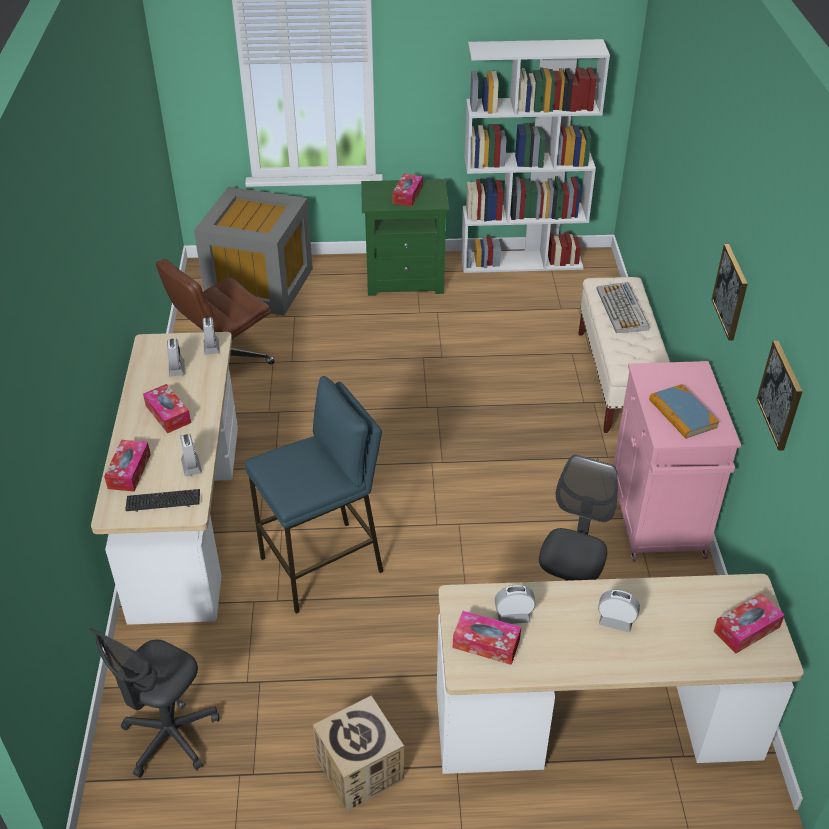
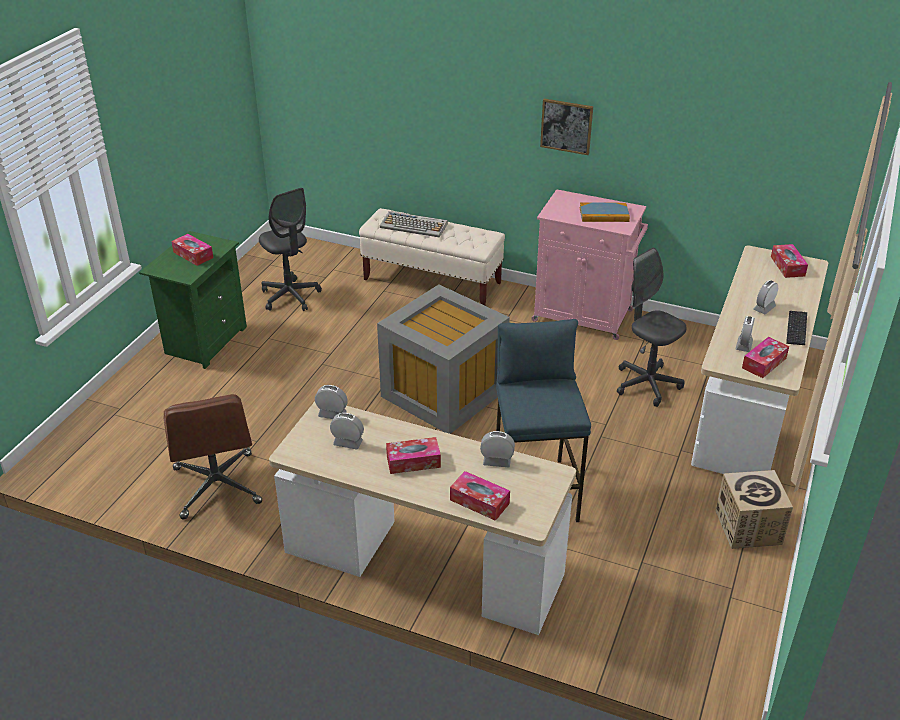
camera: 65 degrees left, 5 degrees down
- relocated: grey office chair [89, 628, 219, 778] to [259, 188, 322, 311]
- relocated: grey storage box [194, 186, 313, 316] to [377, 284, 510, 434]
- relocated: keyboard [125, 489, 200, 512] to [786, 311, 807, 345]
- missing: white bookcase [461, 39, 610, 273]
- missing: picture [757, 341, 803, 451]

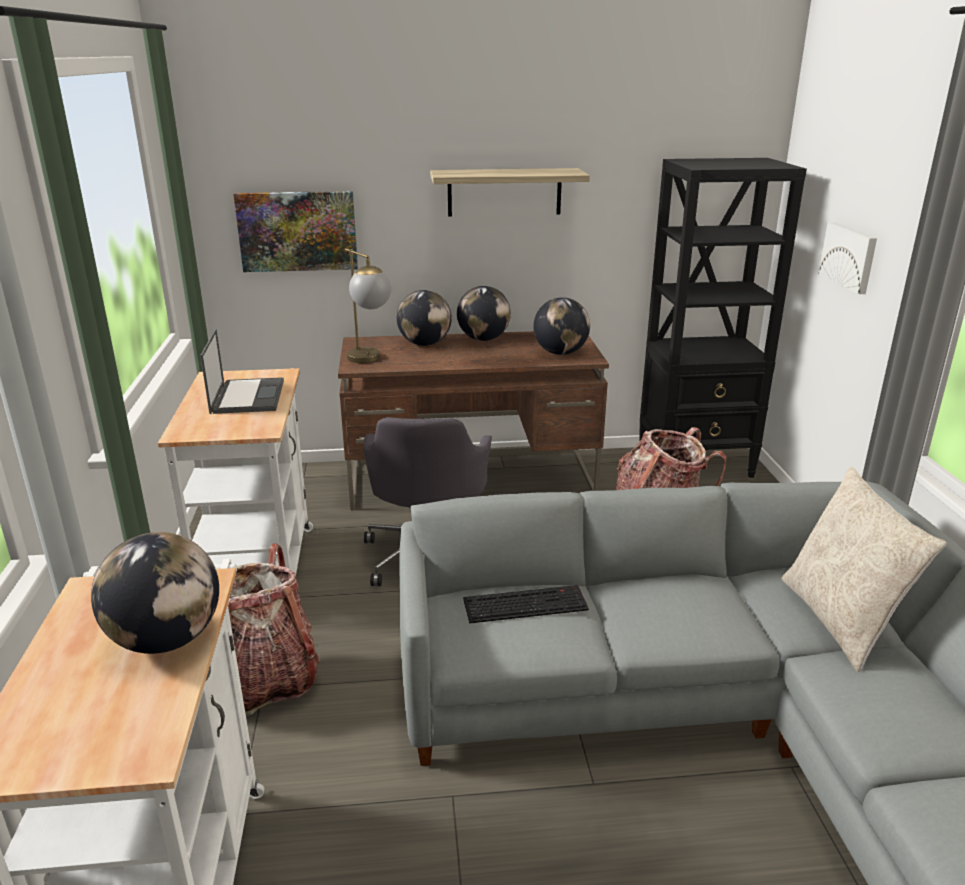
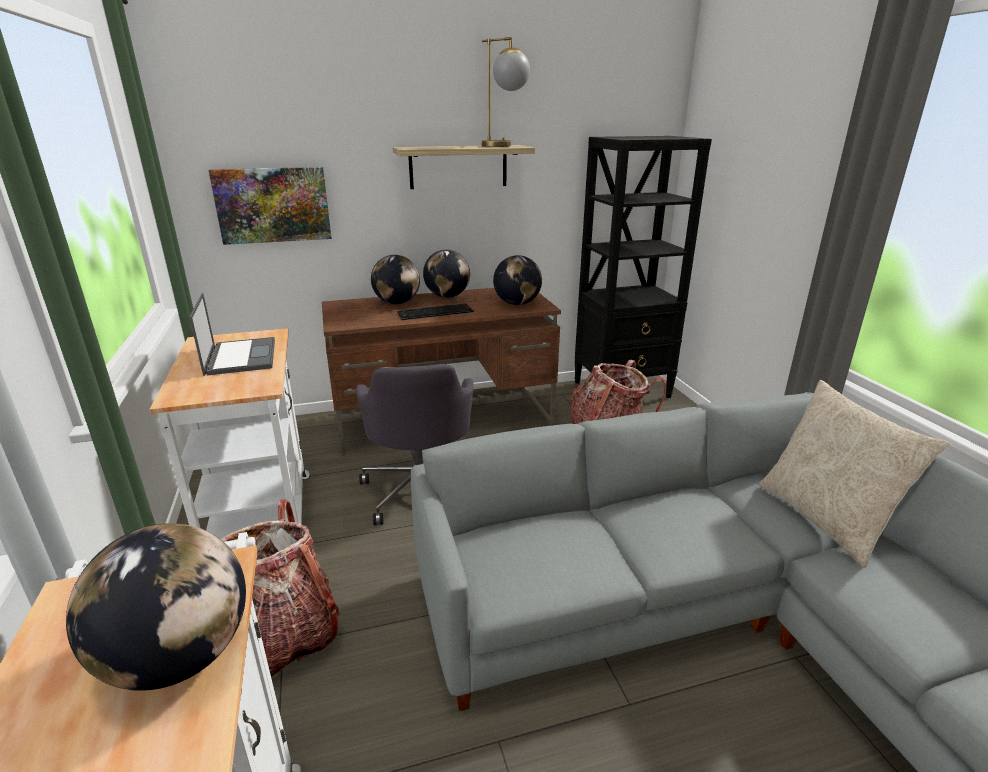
camera: 10 degrees left, 0 degrees up
- relocated: keyboard [463, 585, 589, 624] to [397, 303, 474, 320]
- relocated: table lamp [345, 248, 391, 363] to [482, 37, 530, 147]
- missing: picture [819, 222, 877, 294]

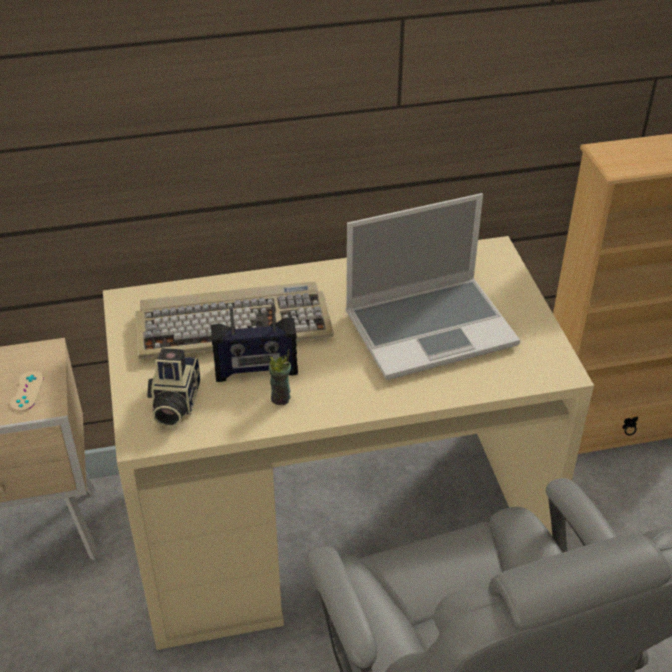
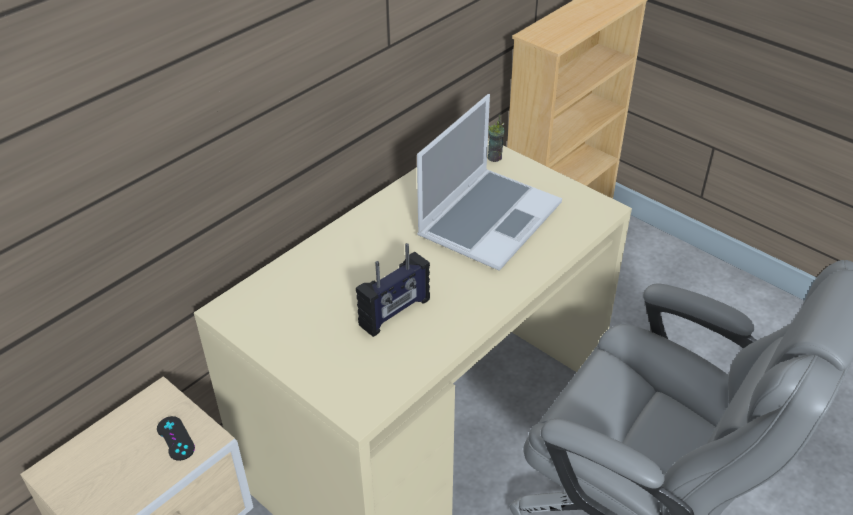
camera: 35 degrees left, 0 degrees up
- colour: beige game controller [10, 371, 44, 412] to black game controller [157, 416, 195, 461]
- relocated: cup [269, 349, 291, 405] to [488, 115, 505, 162]
- missing: keyboard [135, 282, 334, 359]
- missing: photo camera [147, 348, 200, 427]

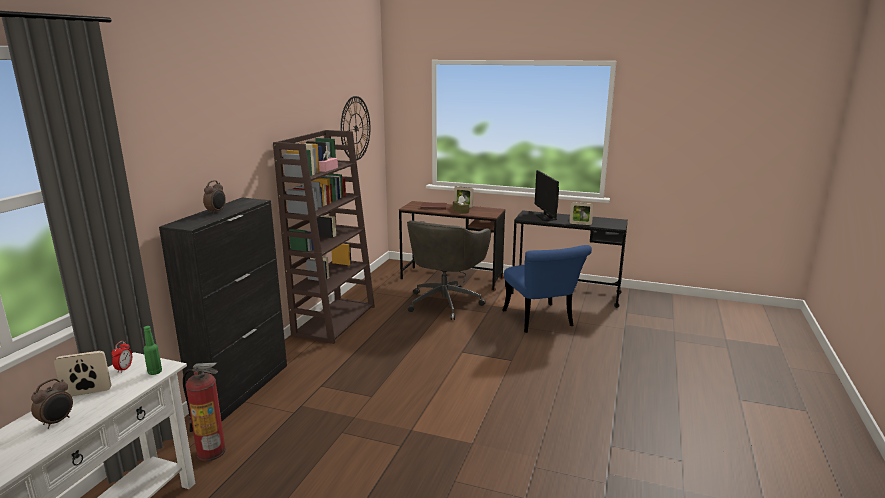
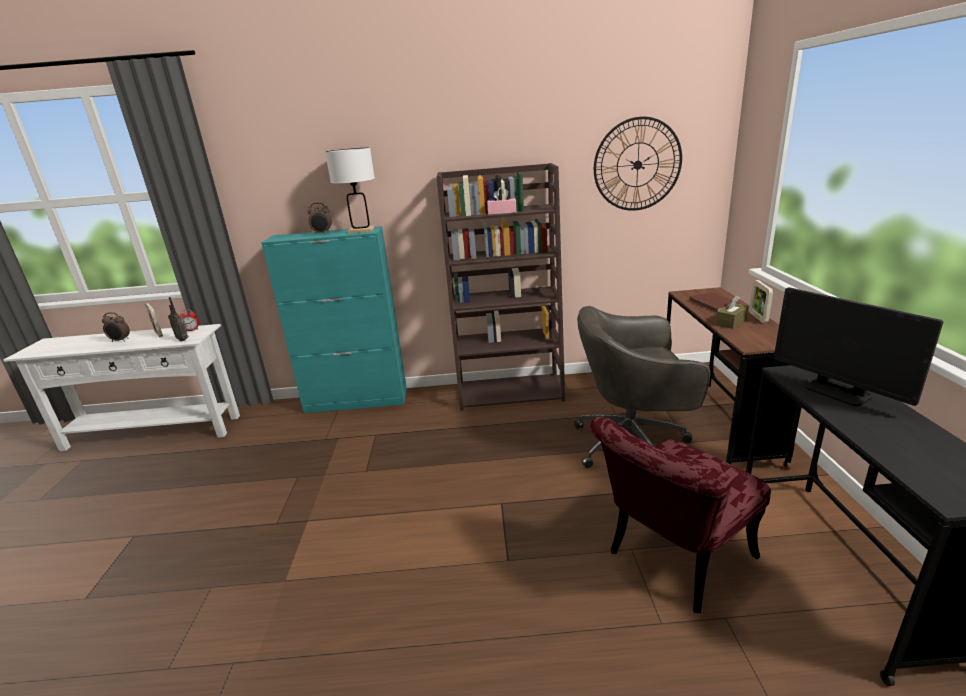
camera: 70 degrees right, 5 degrees up
- exchanged: green bottle [143, 326, 162, 375] to radio [168, 297, 189, 342]
- colour: black cabinet [159, 198, 287, 421] to turquoise cabinet [261, 226, 407, 413]
- appeared: white table lamp [325, 147, 375, 234]
- colour: blue chair [502, 245, 592, 333] to red chair [590, 417, 771, 613]
- spun: monitor [535, 170, 559, 221] = [774, 287, 943, 406] 90 degrees counterclockwise
- missing: fire extinguisher [183, 363, 226, 461]
- missing: picture frame [569, 202, 594, 225]

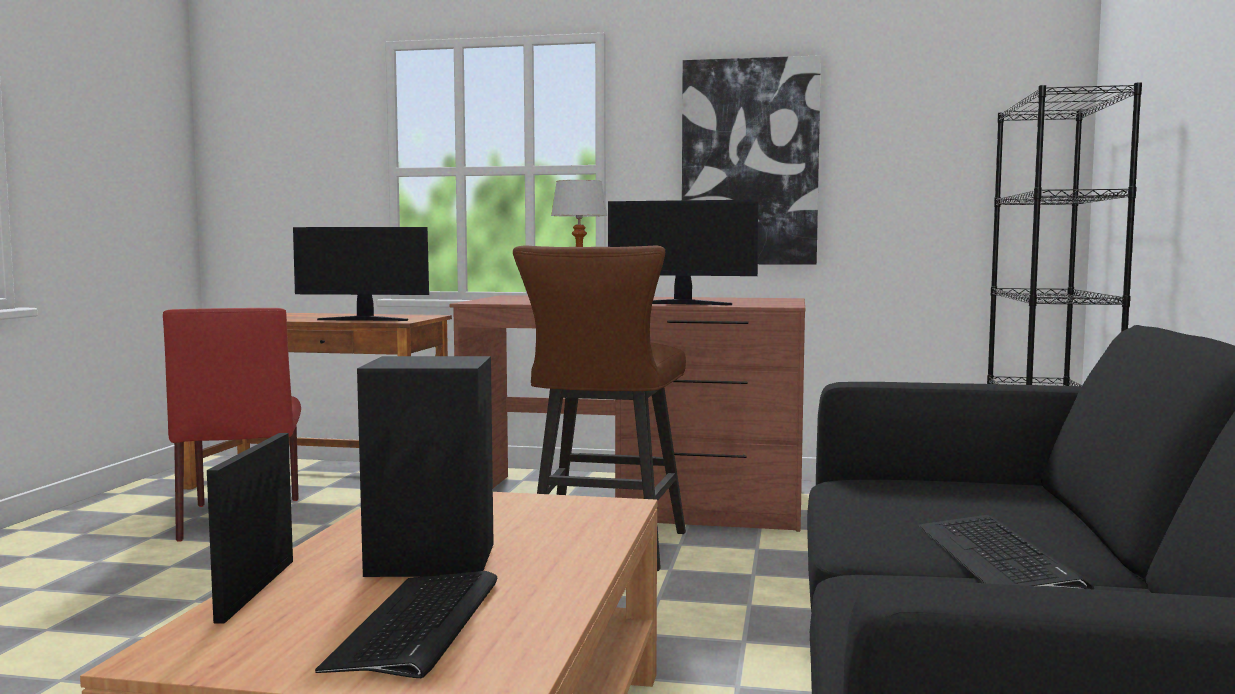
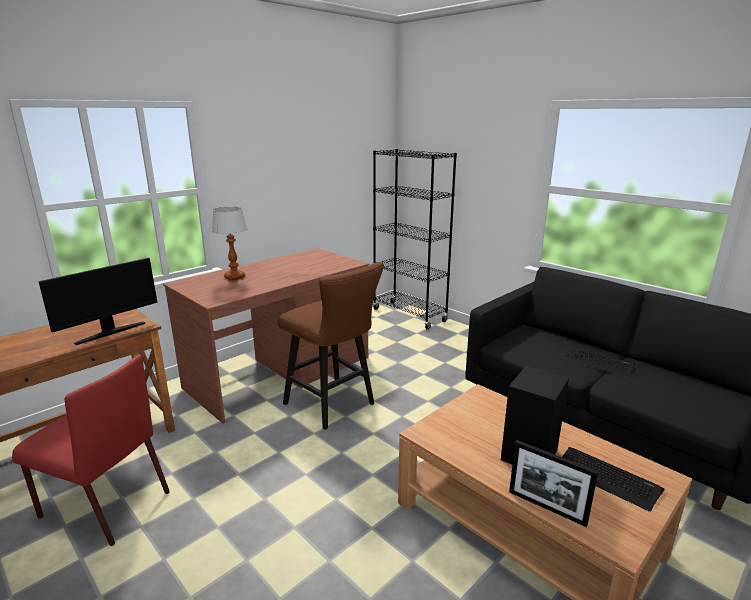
camera: 55 degrees left, 15 degrees up
- missing: monitor [608, 199, 758, 305]
- missing: picture [682, 55, 821, 265]

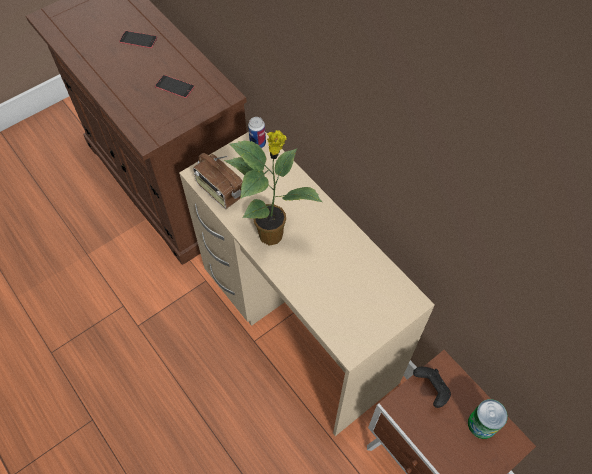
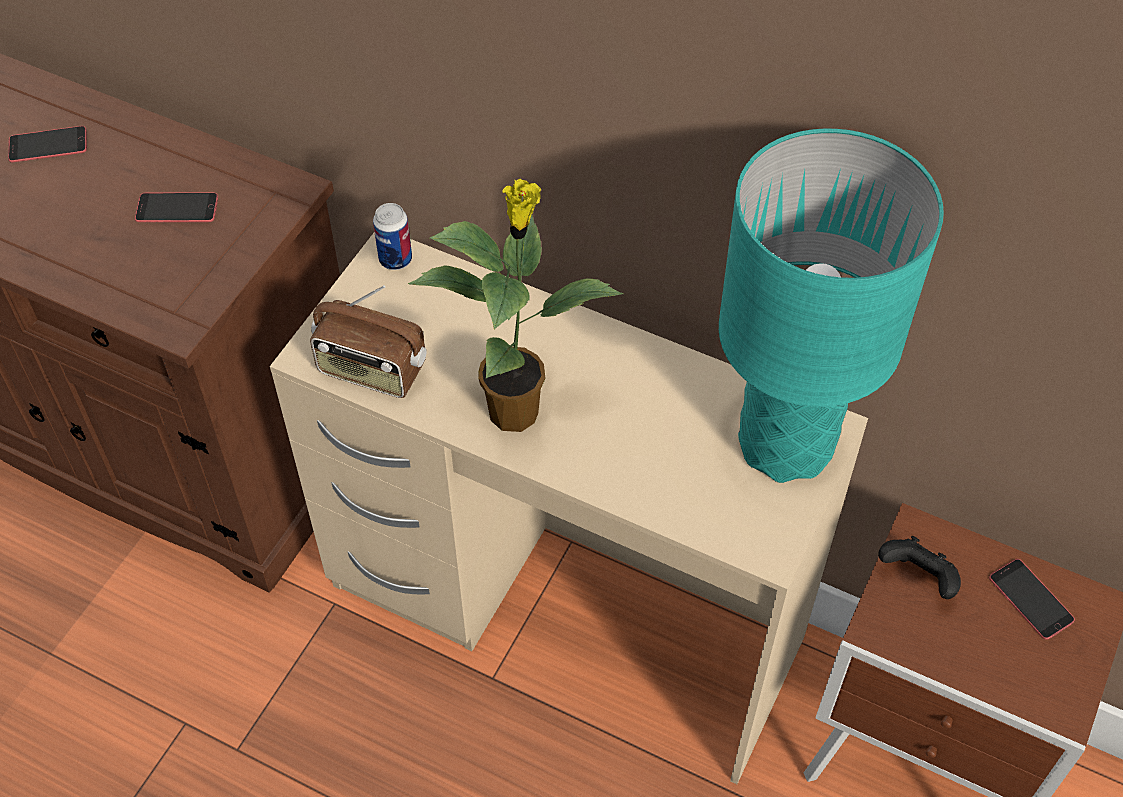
camera: 25 degrees left, 5 degrees down
- appeared: turquoise table lamp [719, 129, 944, 483]
- exchanged: can [468, 399, 508, 439] to phone [989, 559, 1075, 640]

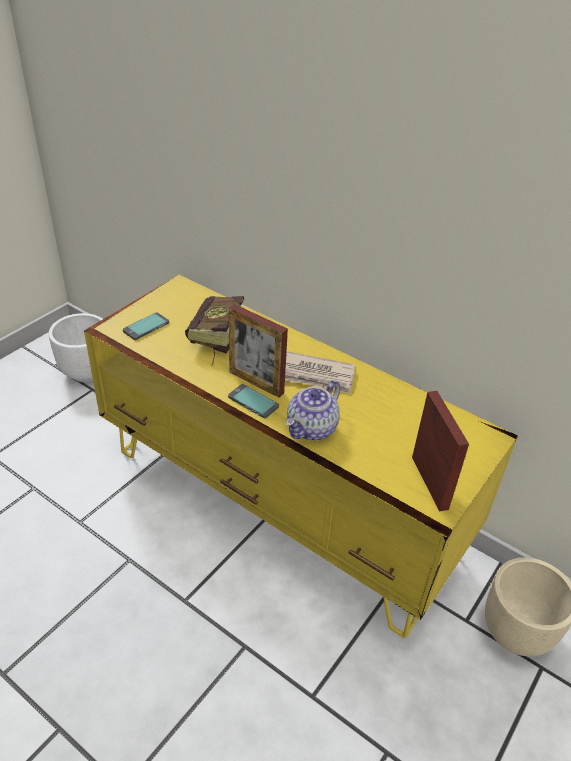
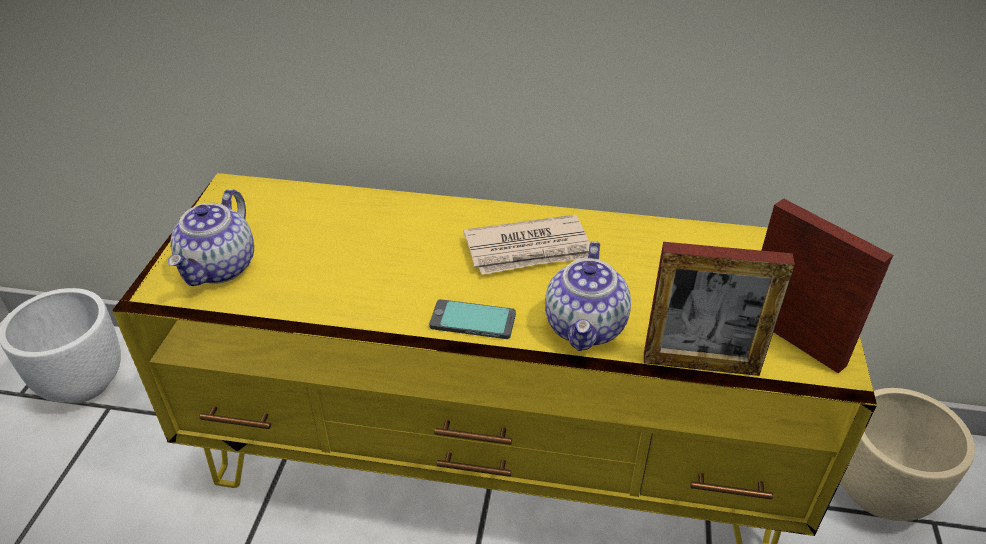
camera: 25 degrees left, 0 degrees up
- exchanged: phone [123, 312, 169, 340] to teapot [168, 189, 254, 286]
- relocated: picture frame [229, 304, 288, 398] to [644, 242, 795, 376]
- missing: book [185, 296, 244, 367]

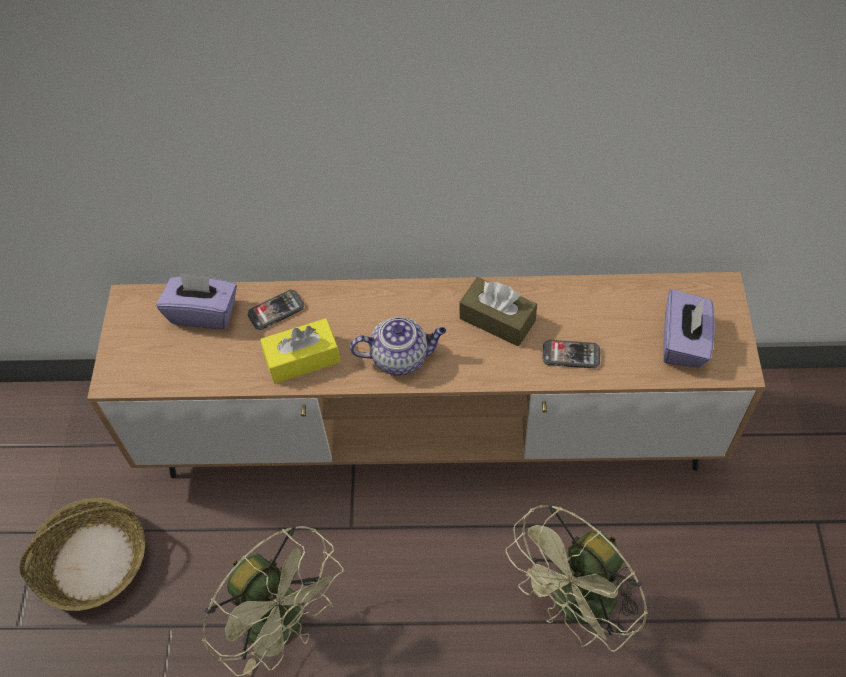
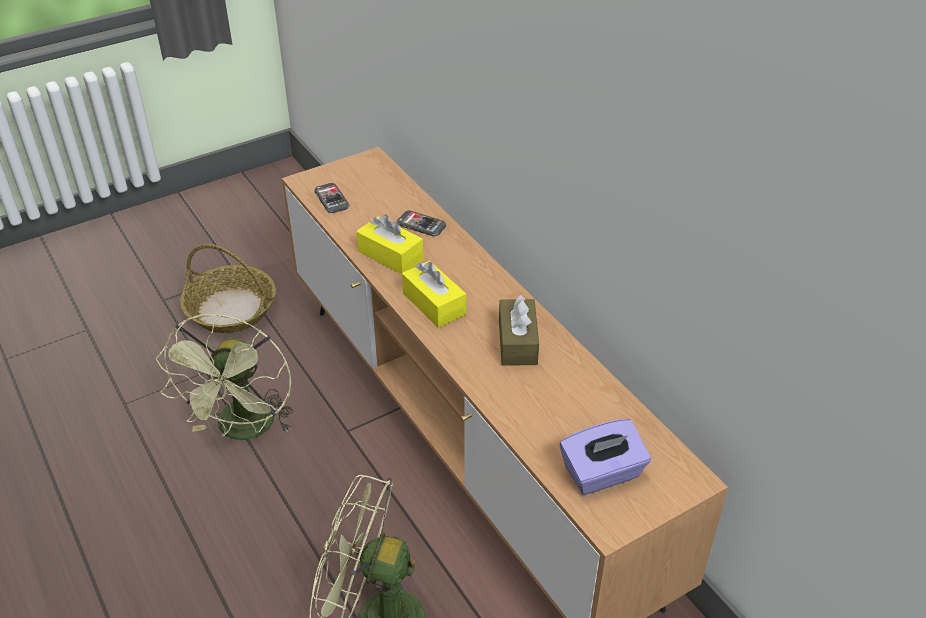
camera: 55 degrees right, 15 degrees down
- relocated: phone [542, 340, 600, 368] to [314, 183, 350, 213]
- exchanged: teapot [350, 317, 446, 376] to yellow tissue box [402, 261, 466, 328]
- missing: purple tissue box [156, 273, 237, 329]

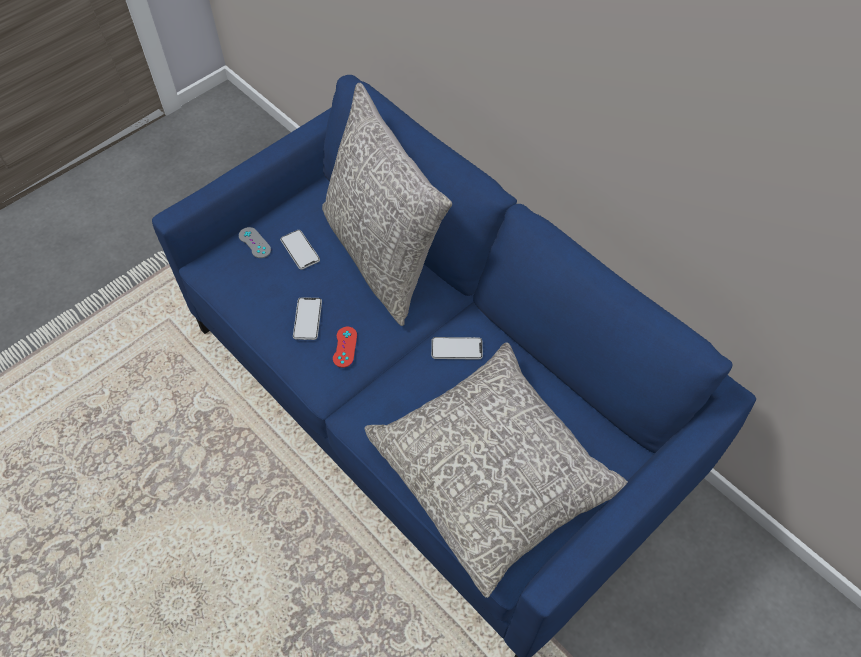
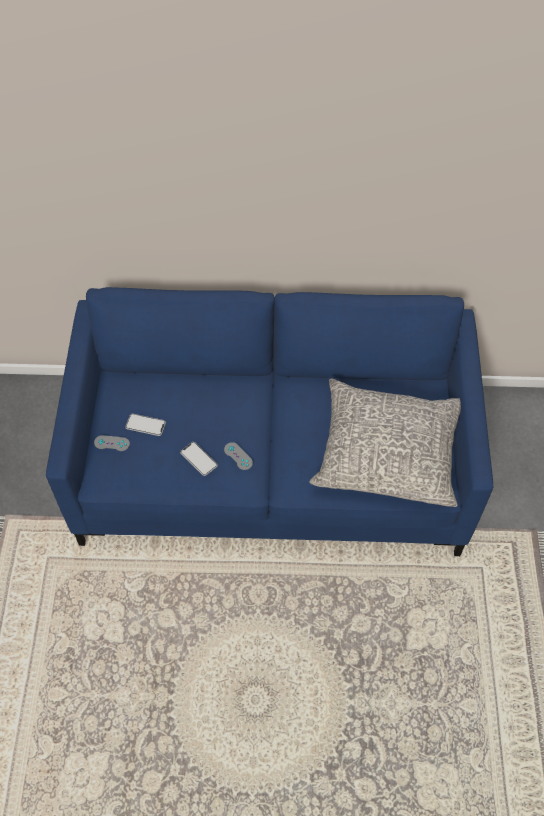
camera: 45 degrees left, 0 degrees up
- colour: red game controller [333, 327, 357, 368] to grey game controller [224, 442, 253, 470]
- missing: grey pillow [322, 83, 452, 326]
- missing: phone [431, 337, 483, 359]

